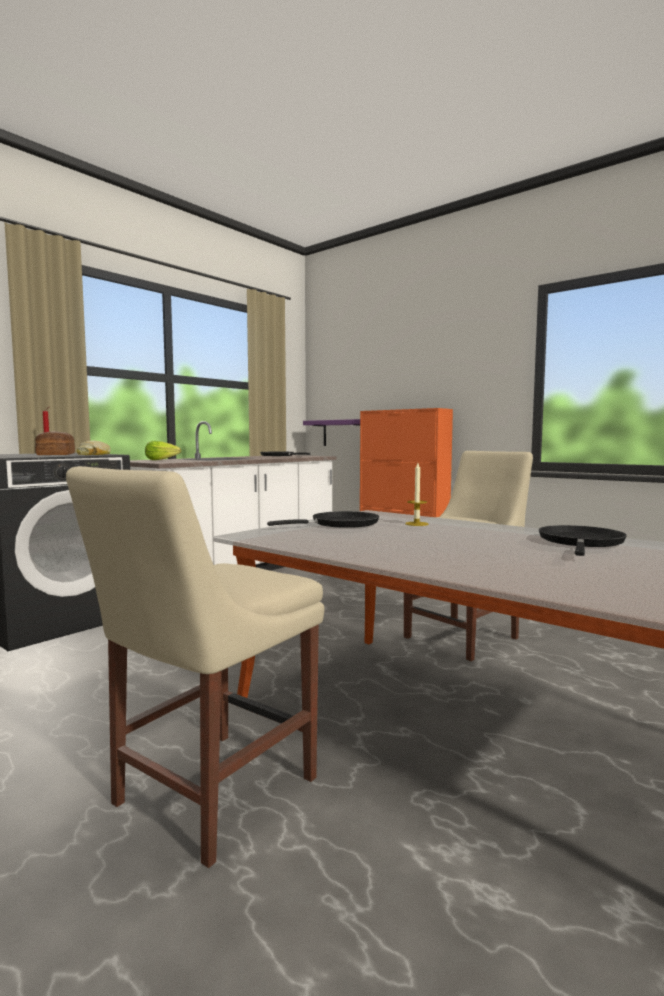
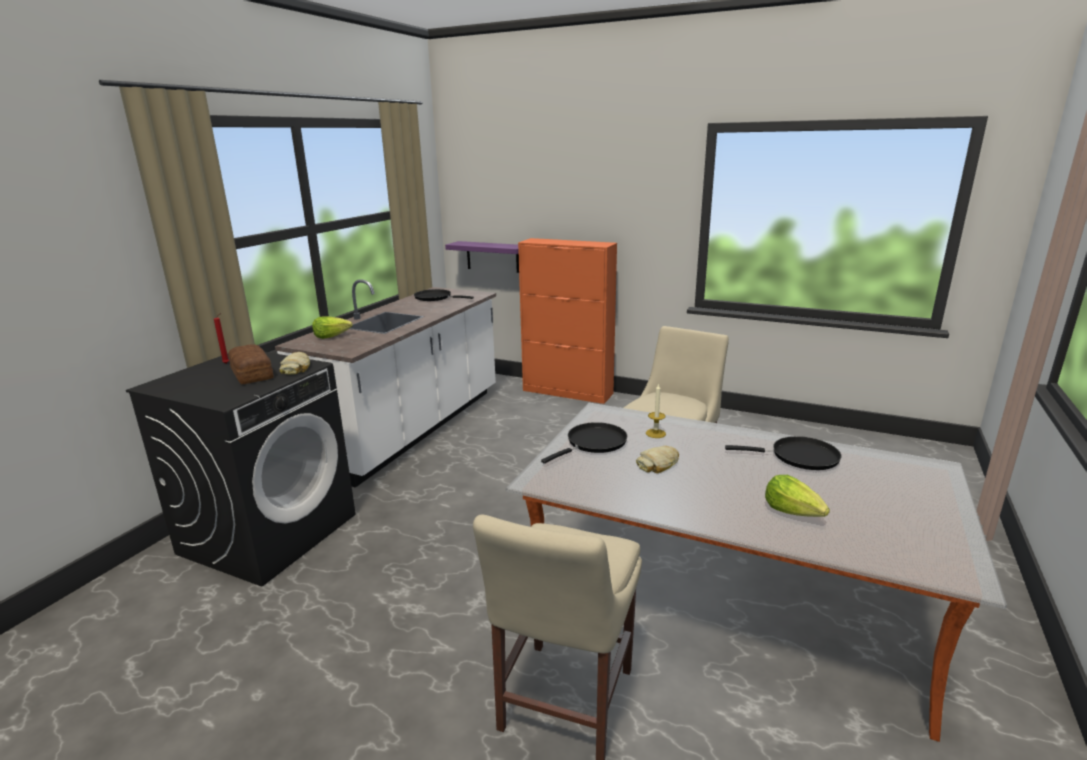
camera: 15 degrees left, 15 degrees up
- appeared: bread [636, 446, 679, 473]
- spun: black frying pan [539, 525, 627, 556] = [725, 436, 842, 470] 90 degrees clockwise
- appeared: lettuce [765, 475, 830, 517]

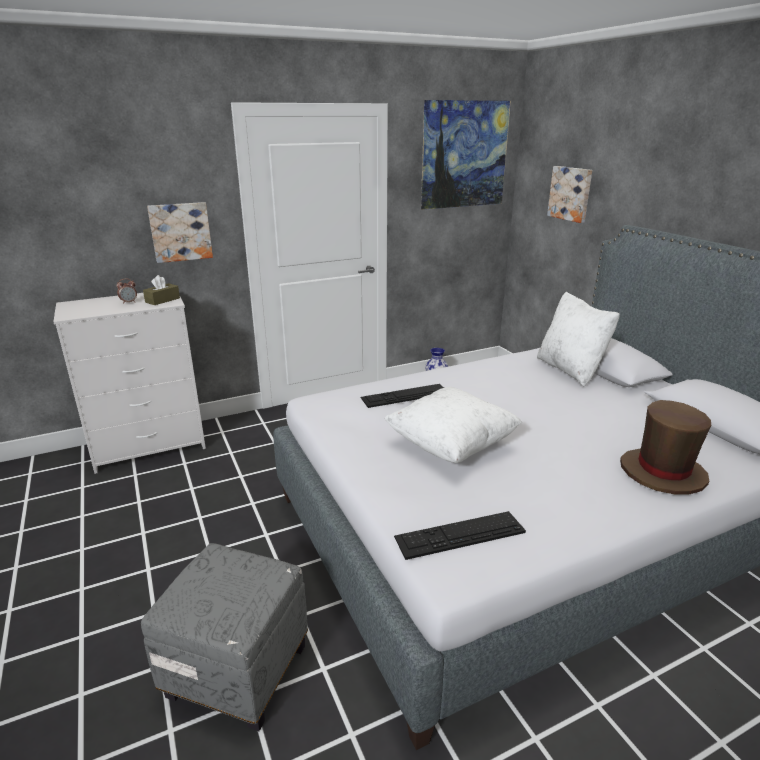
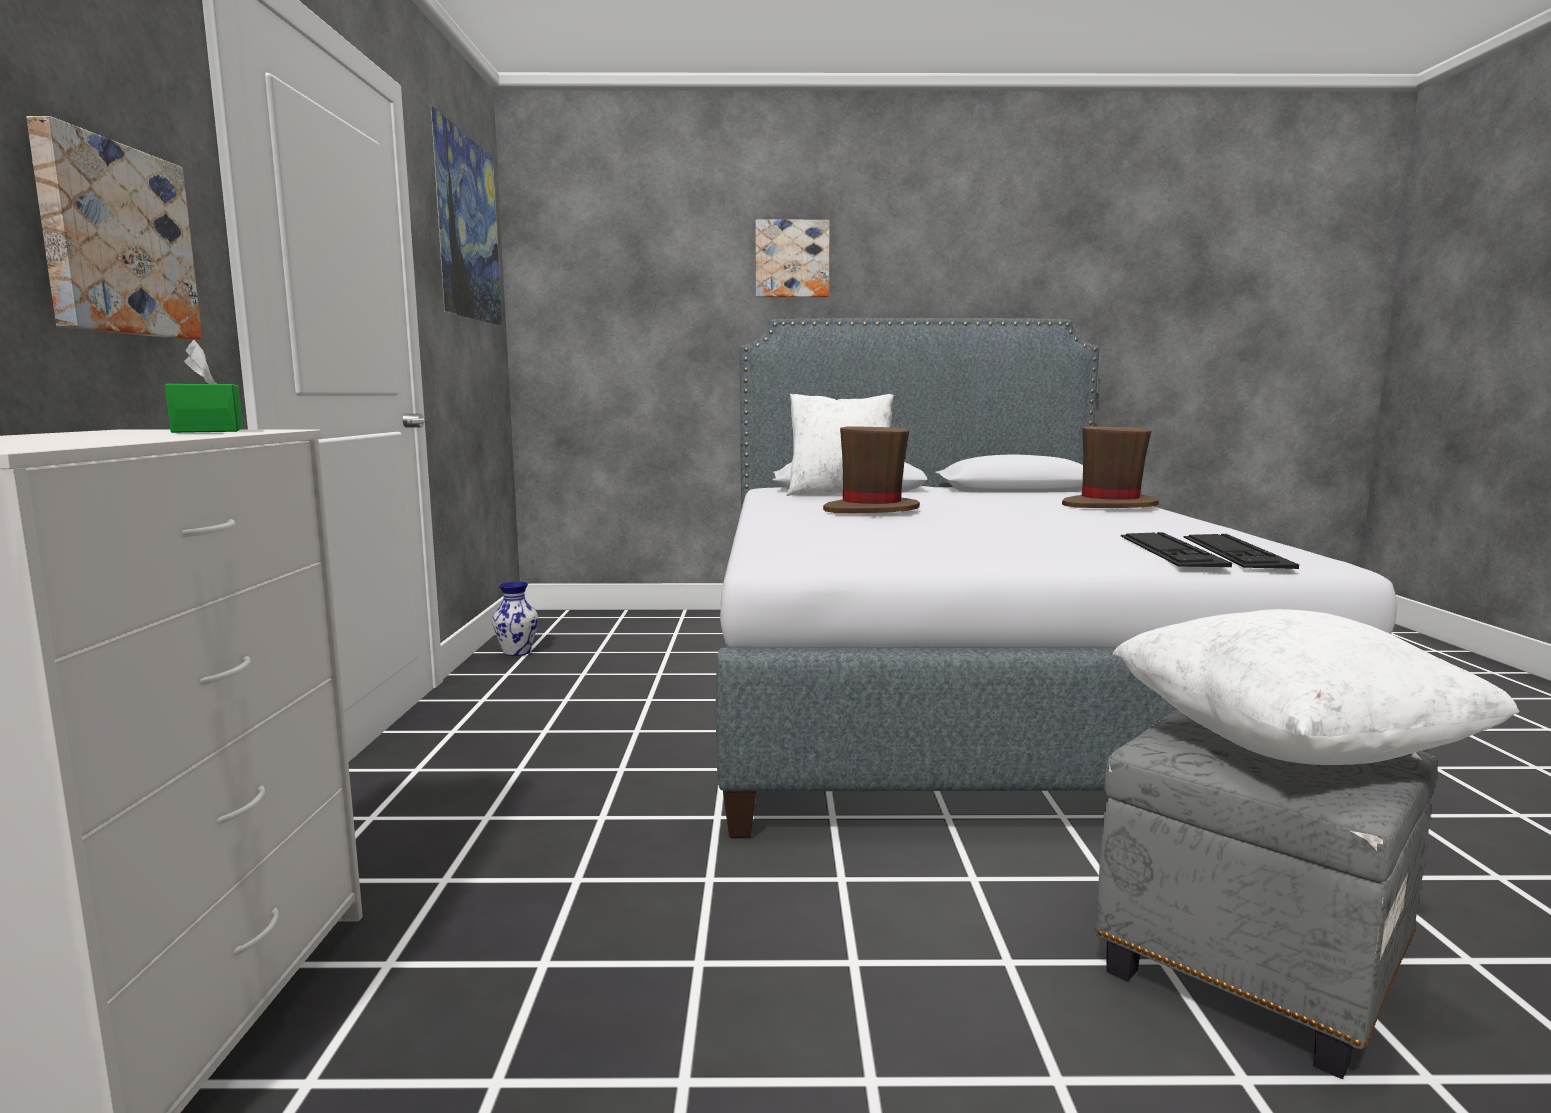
camera: 65 degrees left, 15 degrees down
- colour: brown tissue box [143, 275, 180, 305] to green tissue box [165, 340, 243, 433]
- relocated: picture [547, 166, 592, 223] to [755, 220, 830, 298]
- appeared: brown hat [823, 426, 920, 513]
- relocated: white pillow [384, 387, 522, 463] to [1112, 609, 1519, 765]
- relocated: keyboard [360, 384, 444, 408] to [1121, 532, 1232, 567]
- missing: alarm clock [117, 279, 137, 304]

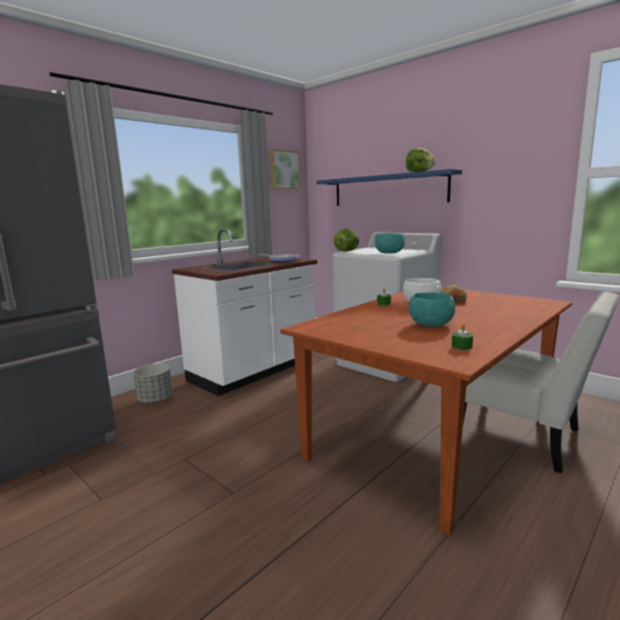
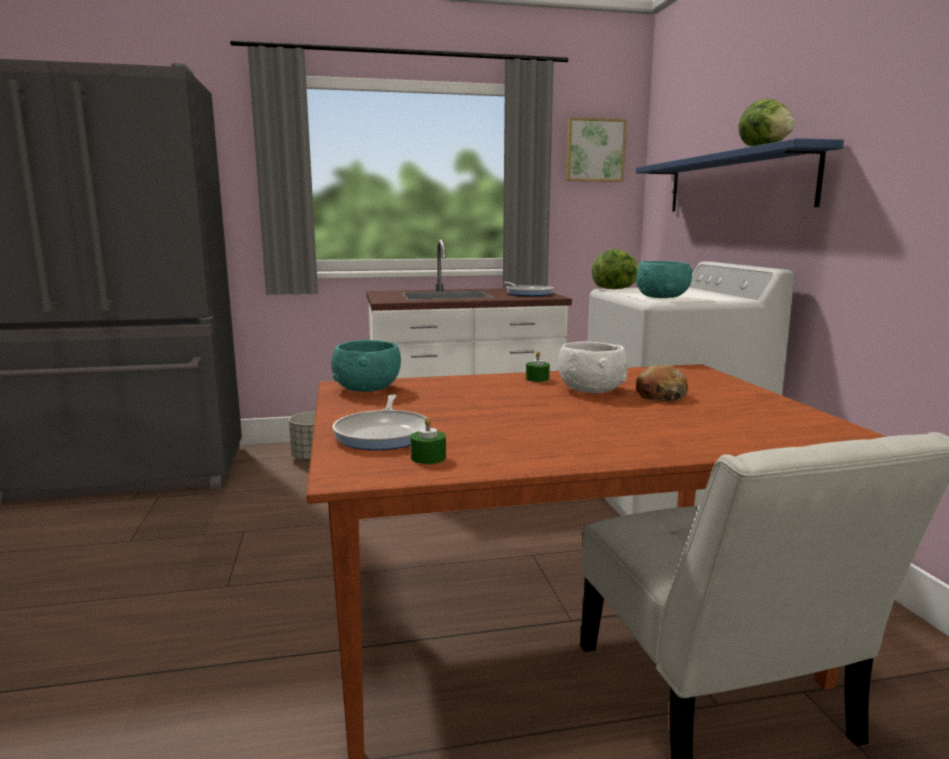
camera: 35 degrees right, 0 degrees up
- relocated: turquoise bowl [409, 292, 455, 327] to [331, 340, 401, 392]
- appeared: frying pan [332, 395, 427, 450]

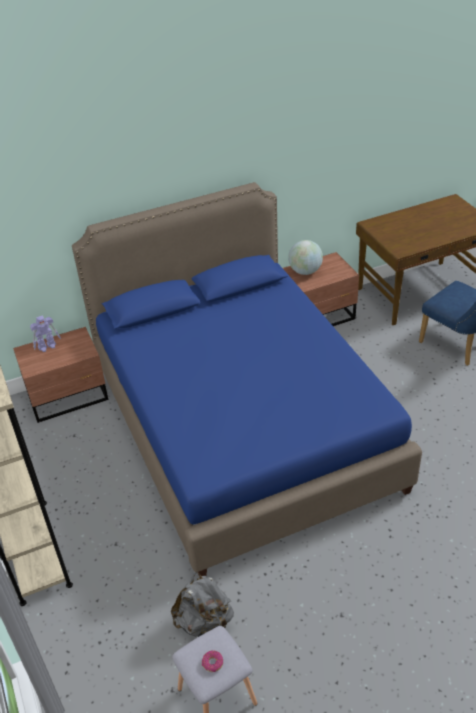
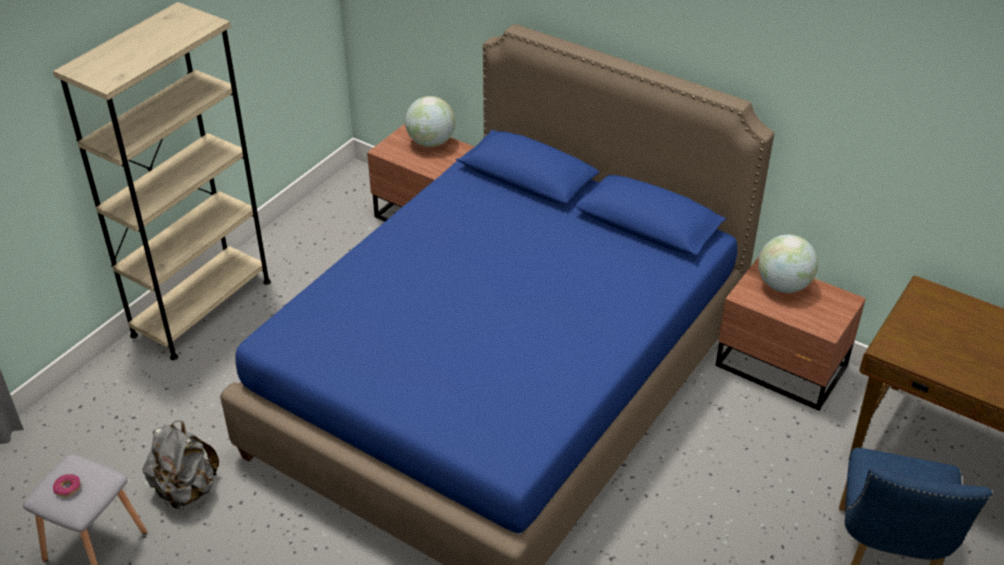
camera: 55 degrees right, 0 degrees up
- exchanged: toy robot [30, 315, 61, 352] to globe [405, 96, 455, 147]

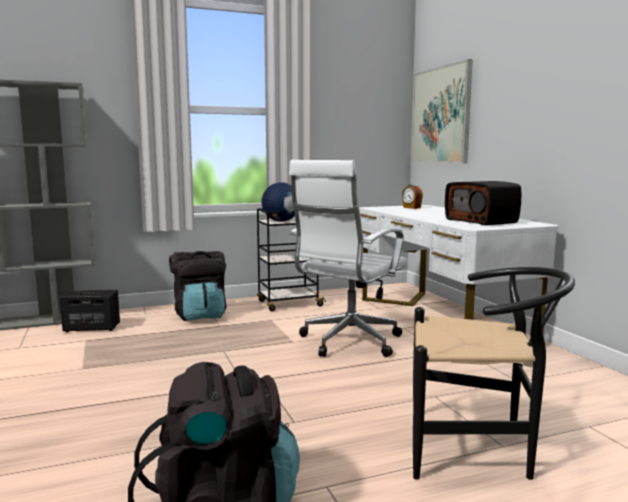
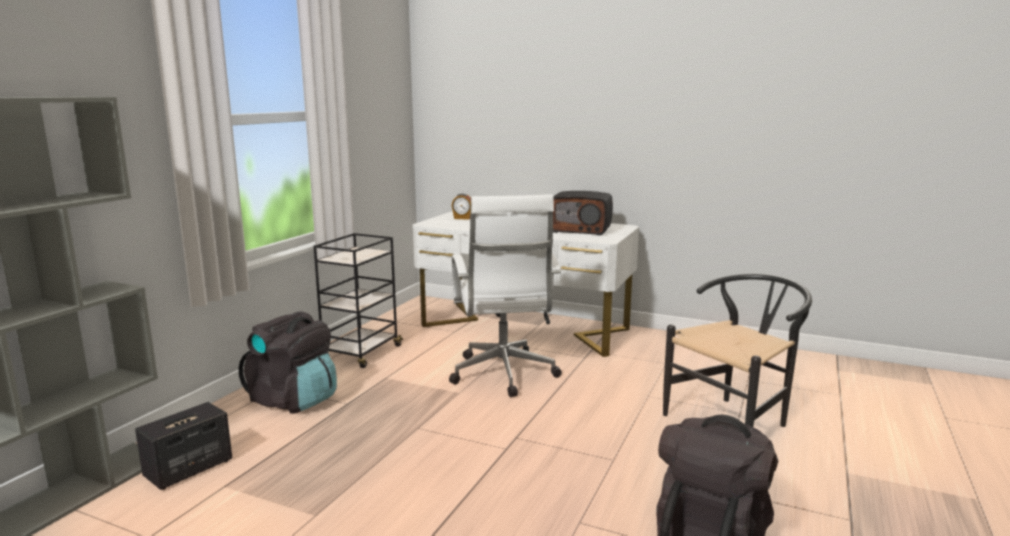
camera: 45 degrees left, 5 degrees up
- missing: globe [262, 182, 295, 221]
- missing: picture [411, 59, 473, 164]

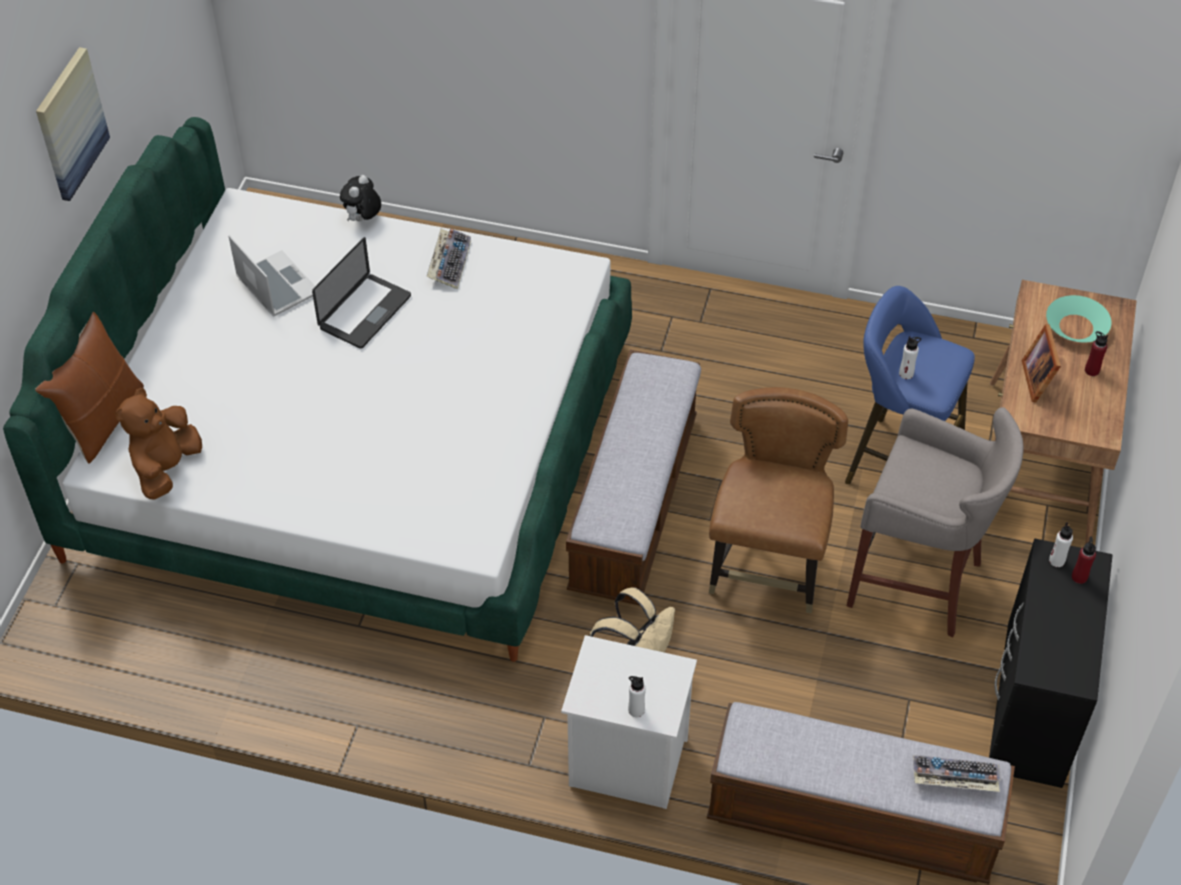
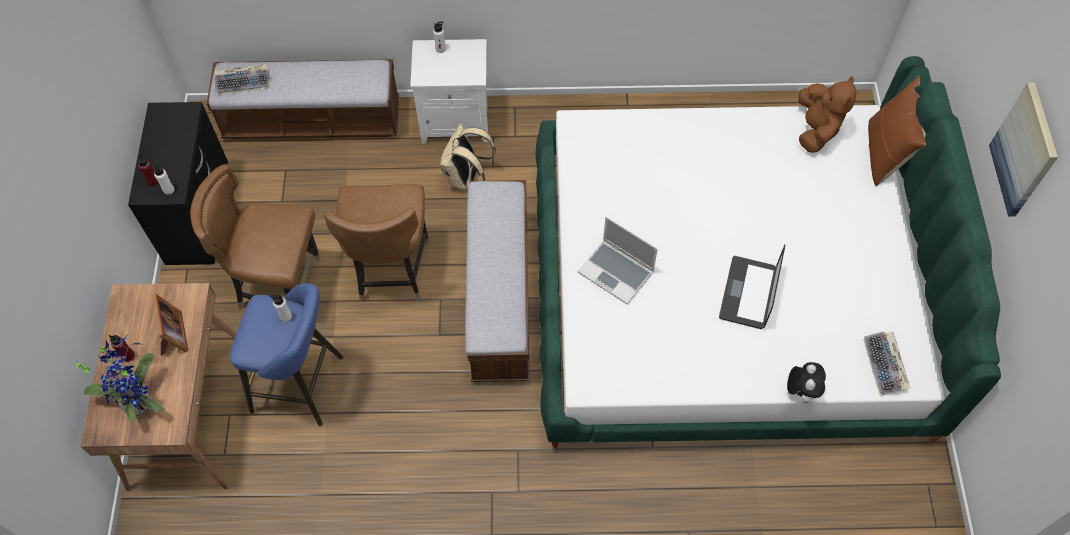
camera: 165 degrees right, 10 degrees up
- exchanged: turquoise bowl [1046, 295, 1111, 342] to potted plant [71, 336, 163, 422]
- exchanged: grey stool [847, 407, 1023, 638] to brown chair [190, 164, 320, 309]
- relocated: laptop [228, 235, 315, 317] to [577, 217, 658, 305]
- relocated: keyboard [426, 228, 471, 289] to [863, 331, 910, 396]

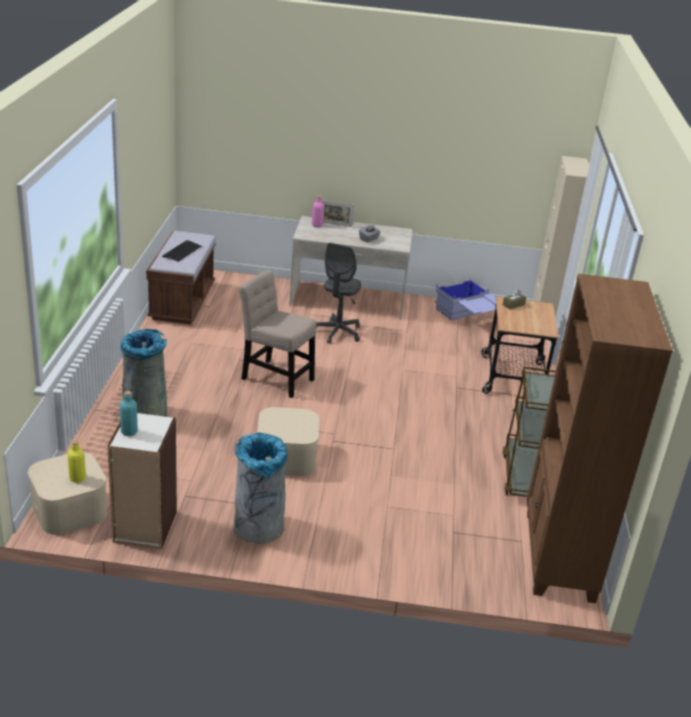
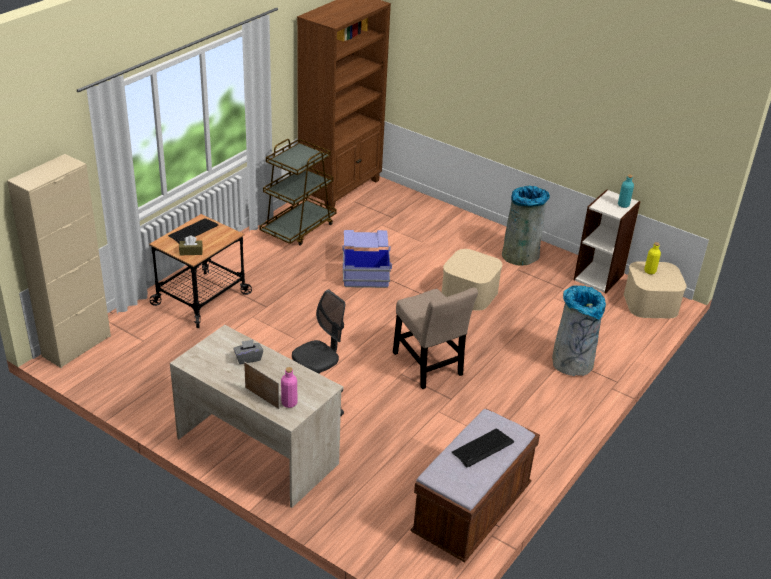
camera: 150 degrees left, 5 degrees up
- appeared: keyboard [168, 218, 218, 243]
- relocated: blue storage box [435, 278, 496, 320] to [342, 230, 392, 288]

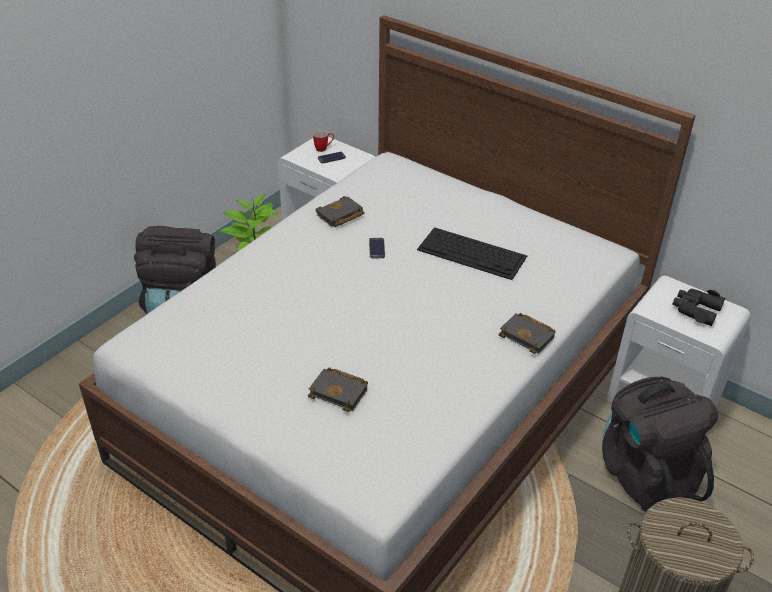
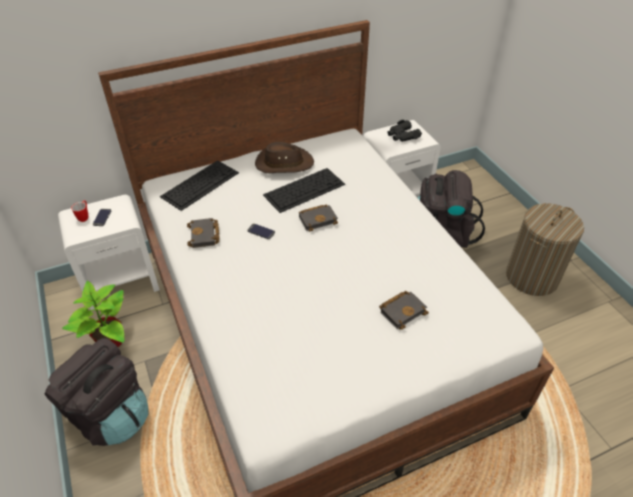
camera: 60 degrees left, 5 degrees up
- appeared: keyboard [160, 160, 239, 211]
- appeared: brown hat [255, 142, 314, 173]
- relocated: black book [499, 313, 556, 354] to [299, 205, 338, 232]

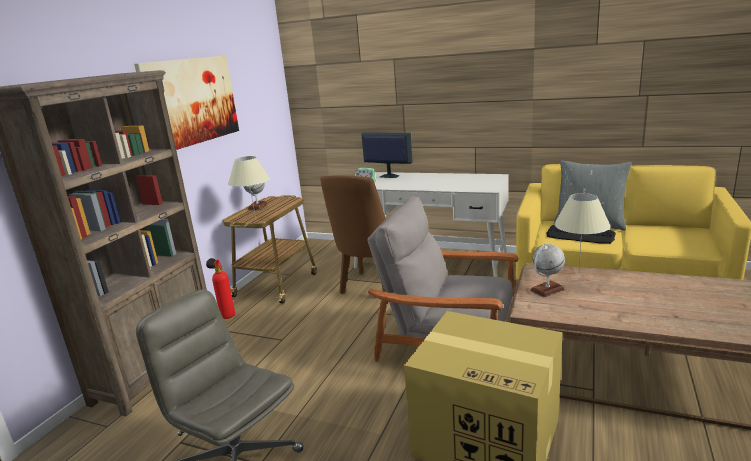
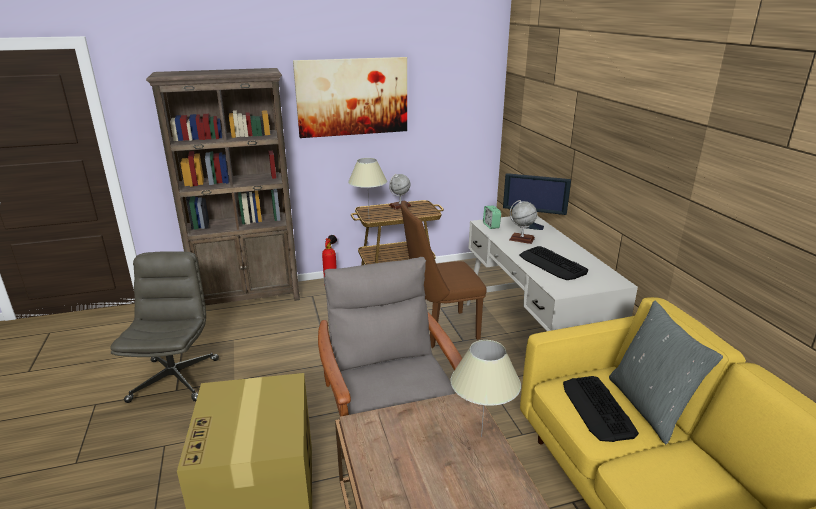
camera: 50 degrees right, 5 degrees up
- spun: monitor [361, 133, 413, 178] = [503, 173, 571, 230] 120 degrees clockwise
- relocated: globe [530, 244, 565, 297] to [509, 200, 537, 244]
- appeared: keyboard [519, 246, 588, 280]

